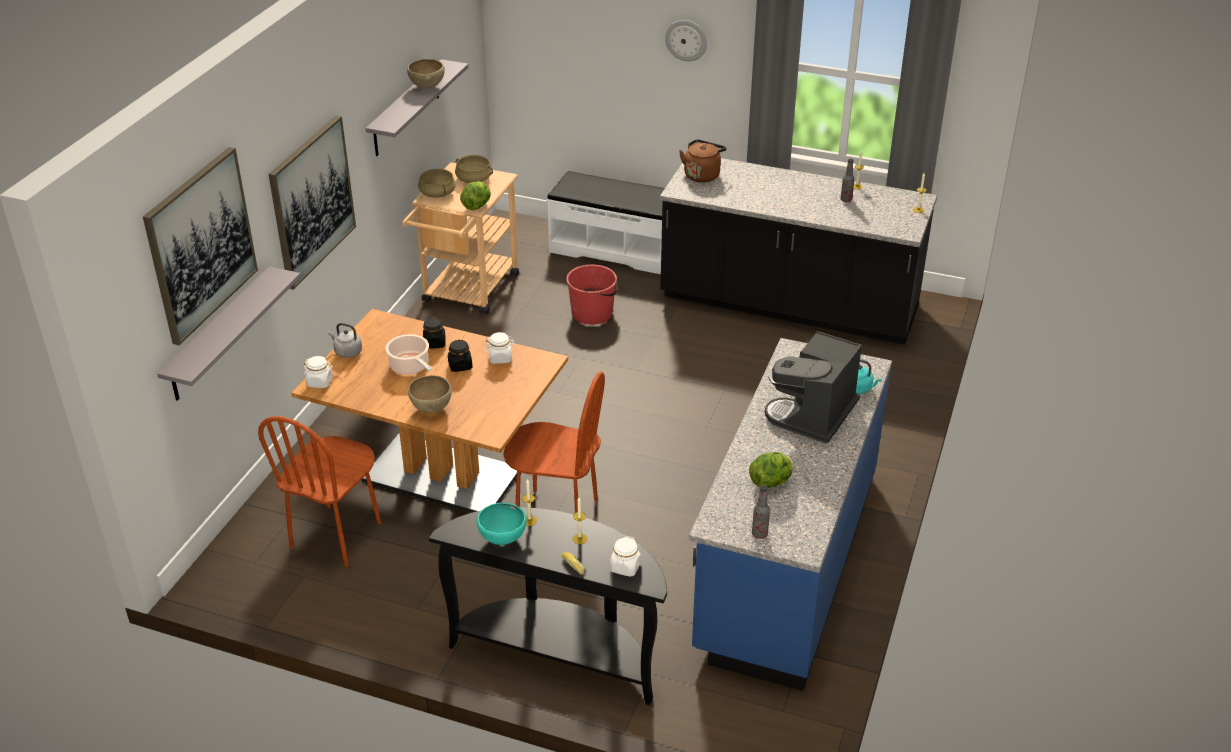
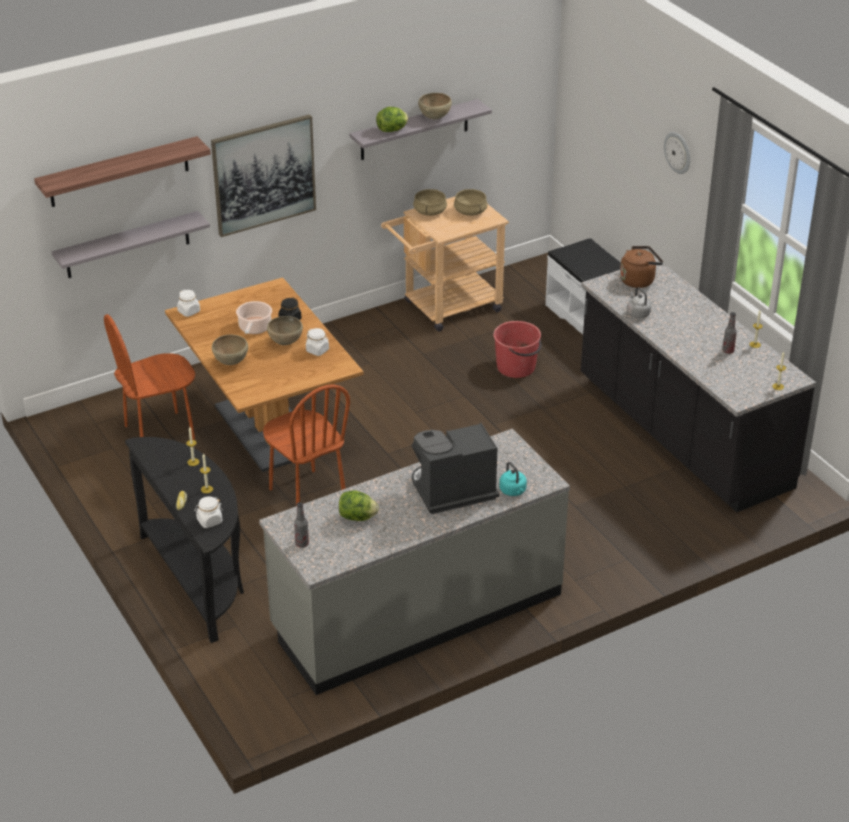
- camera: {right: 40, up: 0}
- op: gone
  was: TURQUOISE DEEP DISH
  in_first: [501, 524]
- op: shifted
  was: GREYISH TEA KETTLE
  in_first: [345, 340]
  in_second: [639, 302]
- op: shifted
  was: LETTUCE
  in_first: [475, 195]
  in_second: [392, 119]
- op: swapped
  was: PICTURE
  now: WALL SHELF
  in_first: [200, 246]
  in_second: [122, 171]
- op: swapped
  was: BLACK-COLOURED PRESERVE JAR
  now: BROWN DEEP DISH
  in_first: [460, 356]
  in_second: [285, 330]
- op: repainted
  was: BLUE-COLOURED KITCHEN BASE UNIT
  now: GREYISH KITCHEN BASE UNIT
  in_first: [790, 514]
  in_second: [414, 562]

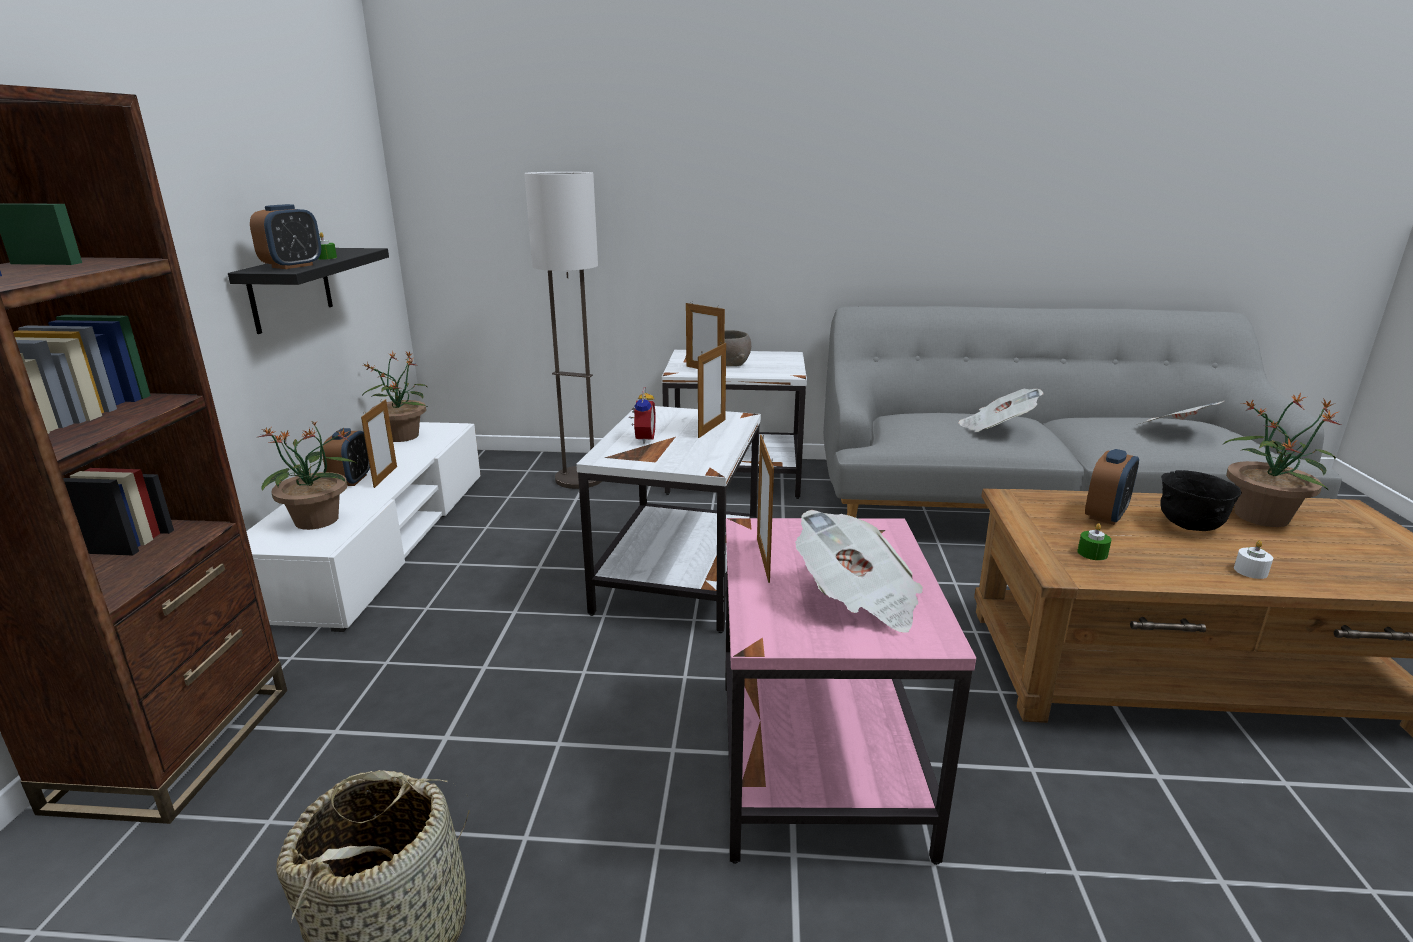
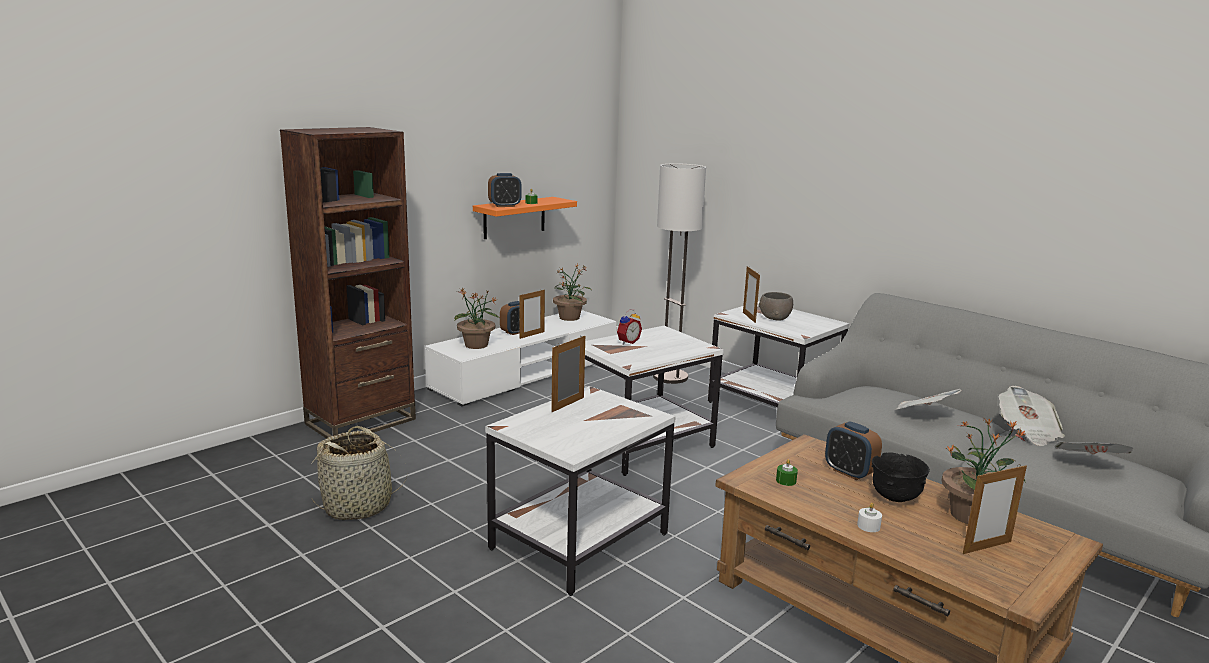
- camera: {right: 40, up: -5}
- op: shifted
  was: STANDING FRAME
  in_first: [712, 390]
  in_second: [995, 509]
- op: shifted
  was: PRINTED PAPER
  in_first: [859, 571]
  in_second: [1031, 416]
- op: repainted
  was: BLACK-COLOURED WALL SHELF
  now: ORANGEY WALL SHELF
  in_first: [308, 291]
  in_second: [525, 218]
- op: repainted
  was: PINKISH ACCENT TABLE
  now: WHITE ACCENT TABLE
  in_first: [850, 691]
  in_second: [580, 491]
- op: rotated
  was: BEDSIDE CLOCK
  in_first: [1112, 487]
  in_second: [853, 450]
  clockwise: 60

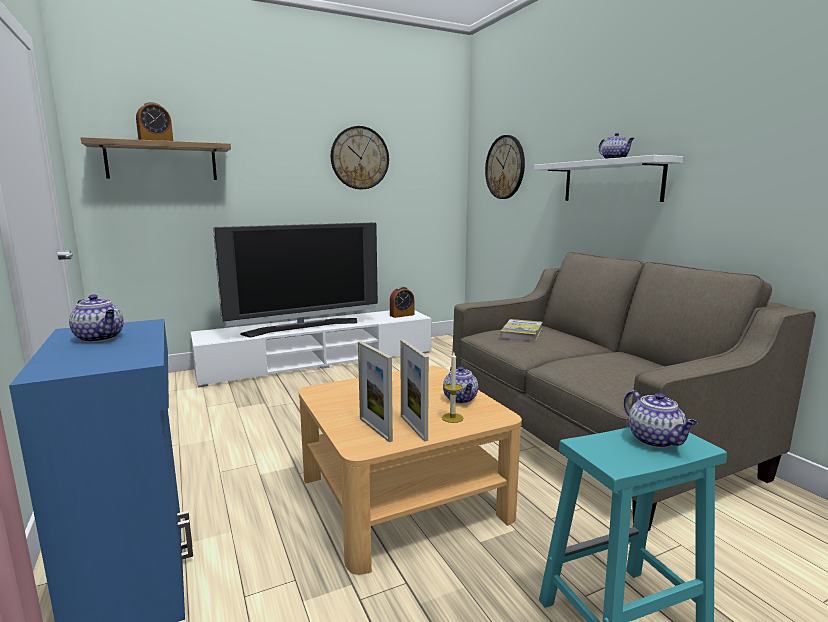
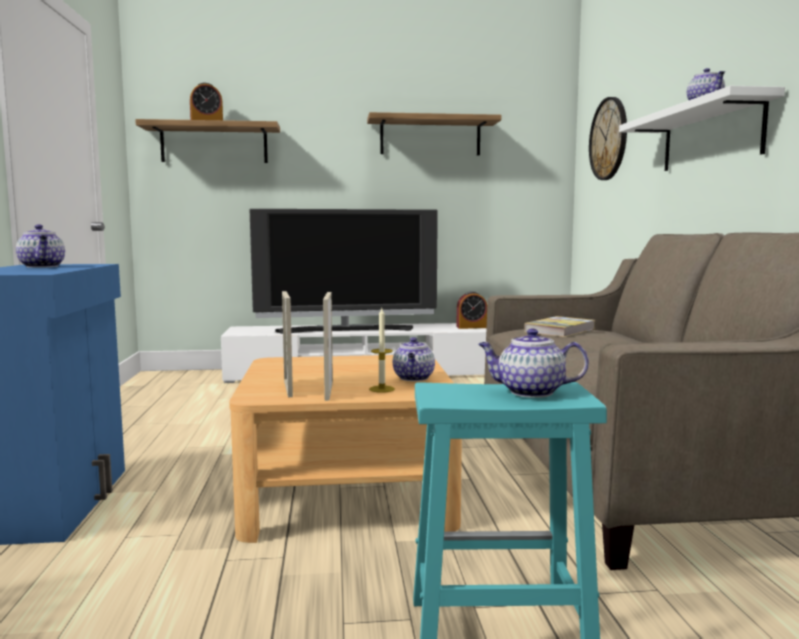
- camera: {right: 20, up: -5}
- op: swapped
  was: CLOCK ON THE WALL
  now: WALL SHELF
  in_first: [360, 157]
  in_second: [434, 133]
- op: rotated
  was: TEA POT
  in_first: [660, 419]
  in_second: [533, 363]
  clockwise: 105

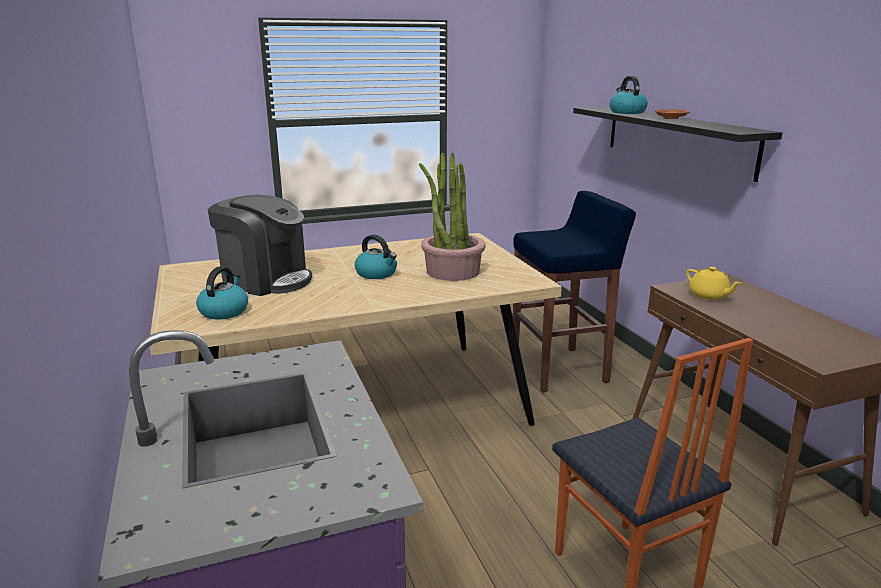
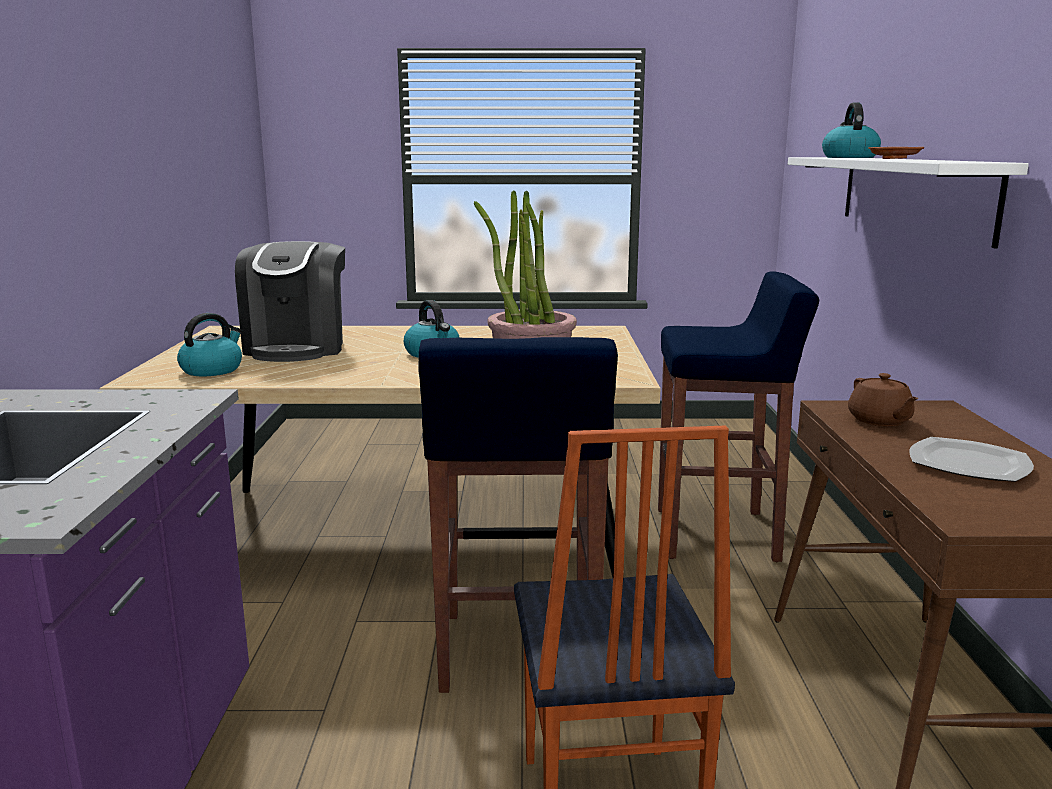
- camera: {right: 20, up: -5}
- op: new
  now: BLUE-COLOURED STOOL SEAT
  in_second: [518, 515]
- op: new
  now: FLAT DISH
  in_second: [971, 459]
- op: repainted
  was: BLACK-COLOURED WALL SHELF
  now: WHITE WALL SHELF
  in_first: [677, 144]
  in_second: [908, 203]
- op: repainted
  was: YELLOW TEA POT
  now: BROWN TEA POT
  in_first: [713, 283]
  in_second: [883, 399]
- op: rotated
  was: COFFEE BREWER
  in_first: [260, 245]
  in_second: [290, 301]
  clockwise: 45

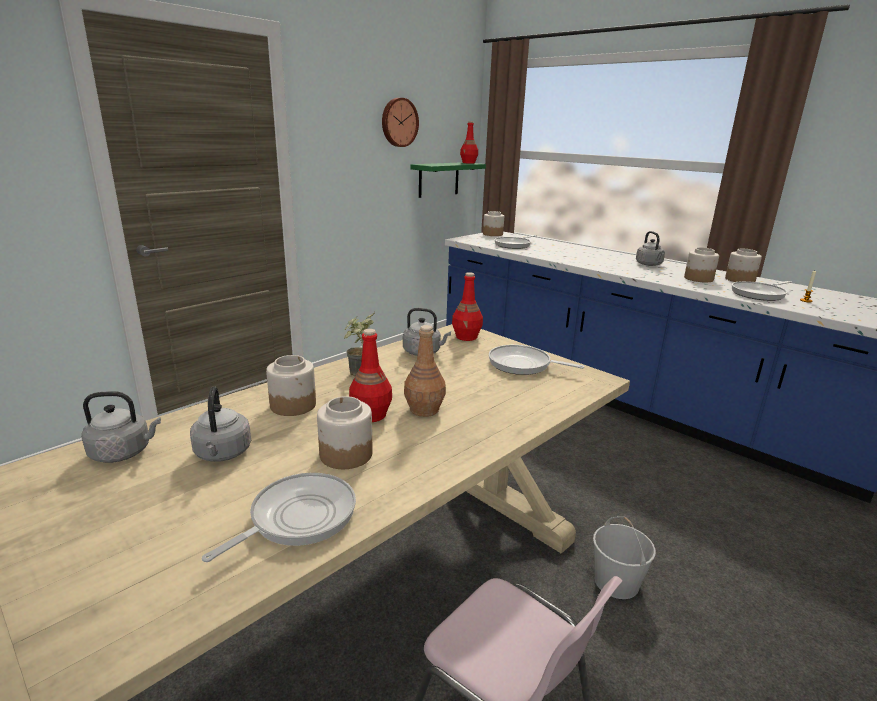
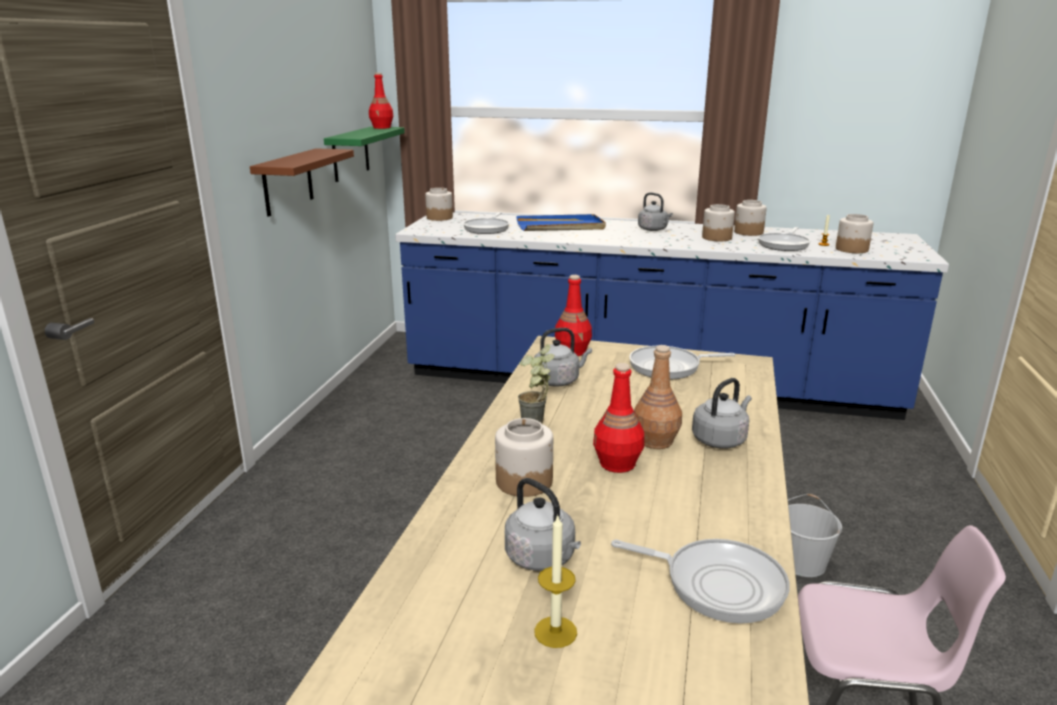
- camera: {right: -30, up: 0}
- op: gone
  was: CLOCK ON THE WALL
  in_first: [400, 122]
- op: new
  now: BROWN WALL SHELF
  in_second: [302, 182]
- op: new
  now: BLUE-COLOURED SERVING TRAY
  in_second: [561, 222]
- op: new
  now: CANDLE
  in_second: [555, 581]
- op: shifted
  was: GREYISH TEA KETTLE
  in_first: [121, 427]
  in_second: [722, 413]
- op: shifted
  was: PRESERVE JAR
  in_first: [345, 432]
  in_second: [854, 233]
- op: rotated
  was: PAN
  in_first: [279, 517]
  in_second: [700, 581]
  clockwise: 105

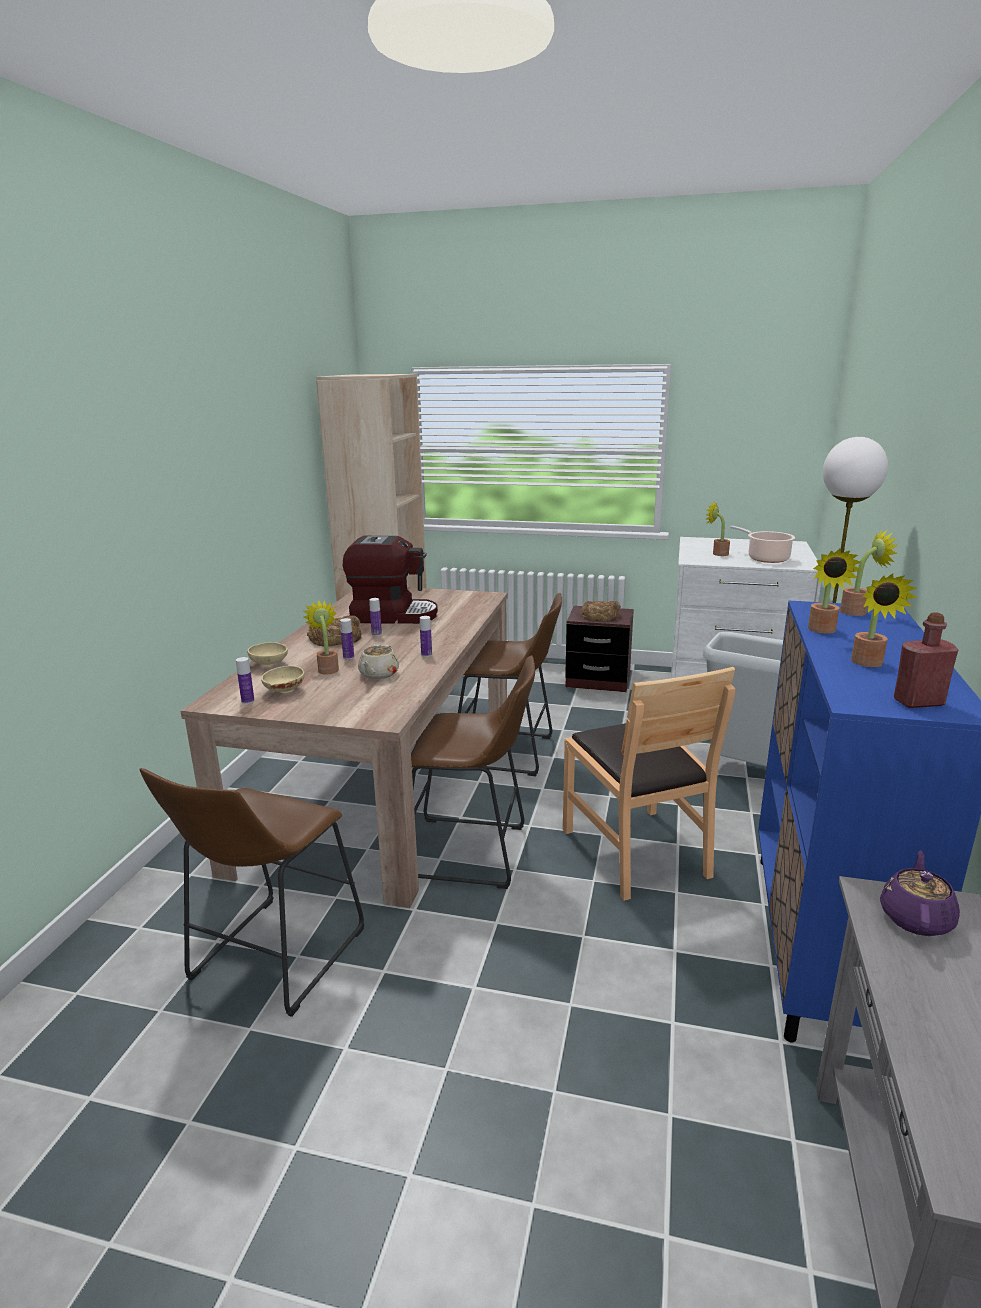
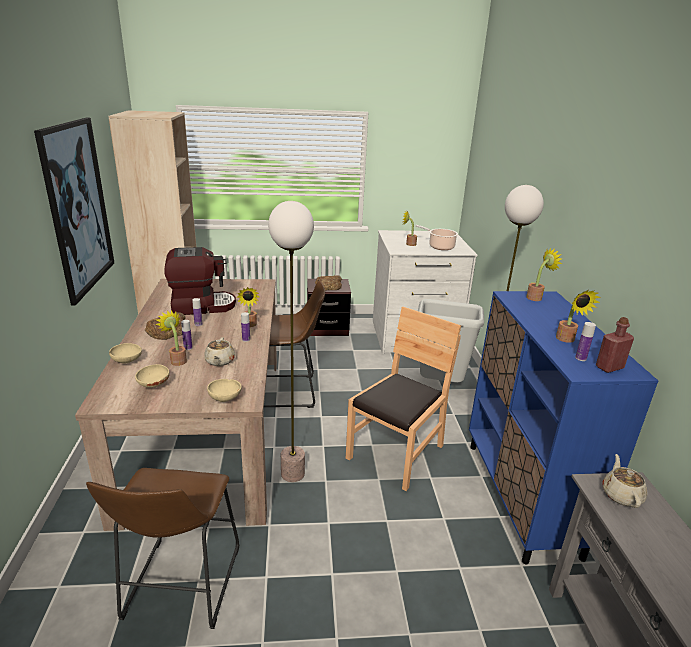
- camera: {right: -20, up: 5}
- op: new
  now: PICTURE
  in_second: [74, 211]
- op: new
  now: SAND-COLOURED DEEP DISH
  in_second: [224, 390]
- op: shifted
  was: BOTTLE
  in_first: [245, 680]
  in_second: [585, 341]
- op: shifted
  was: HOUSEPLANT
  in_first: [835, 591]
  in_second: [247, 307]
- op: swapped
  was: BROWN STOOL SEAT
  now: FLOOR LAMP
  in_first: [473, 772]
  in_second: [291, 341]
- op: repainted
  was: PURPLISH TEA POT
  now: SAND-COLOURED TEA POT
  in_first: [920, 893]
  in_second: [624, 481]
- op: rotated
  was: BROWN CHAIR
  in_first: [649, 784]
  in_second: [403, 398]
  clockwise: -105

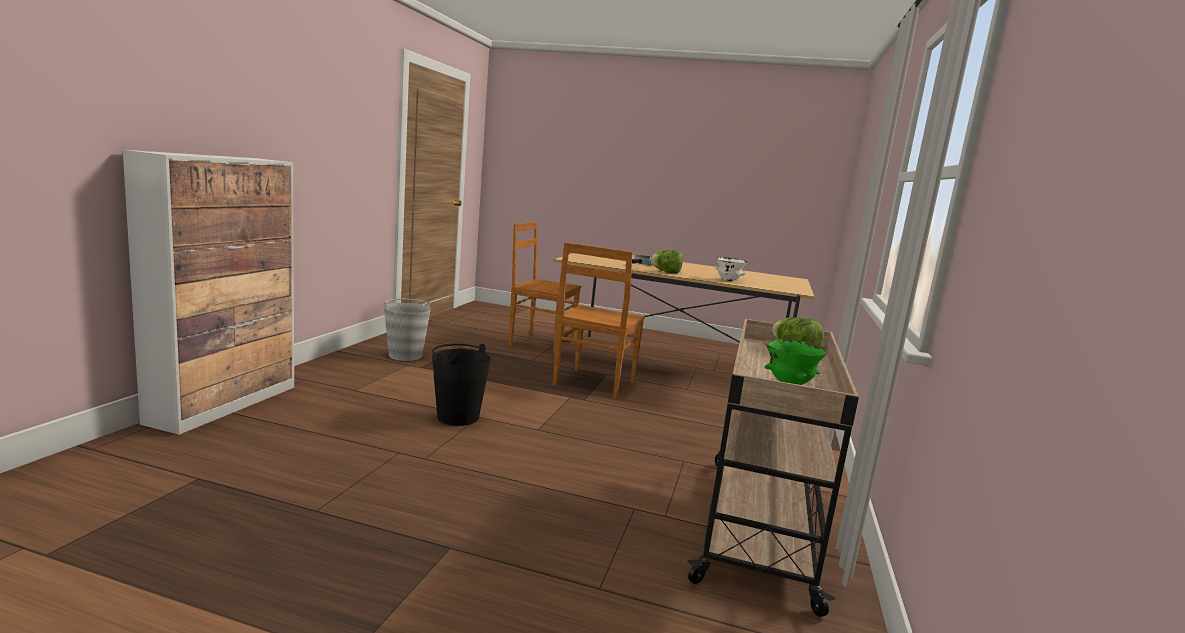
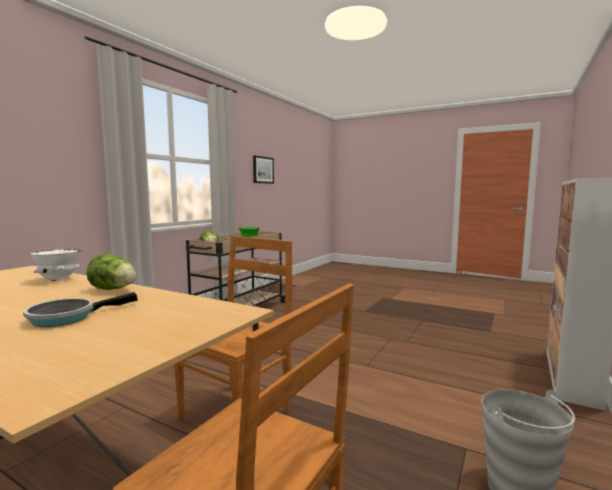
- camera: {right: -165, up: -5}
- op: gone
  was: BLACK-COLOURED WATER BUCKET
  in_first: [461, 385]
- op: new
  now: PICTURE
  in_second: [263, 170]

